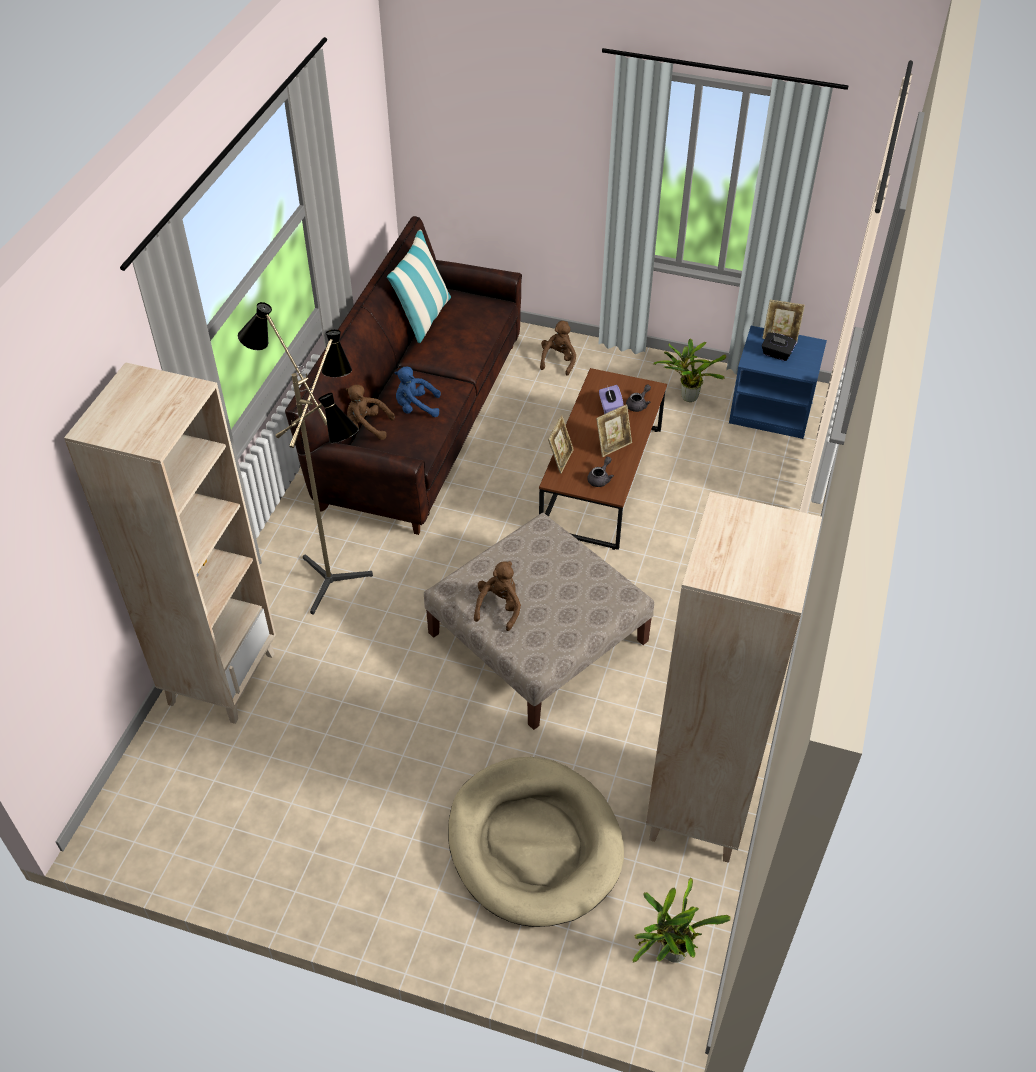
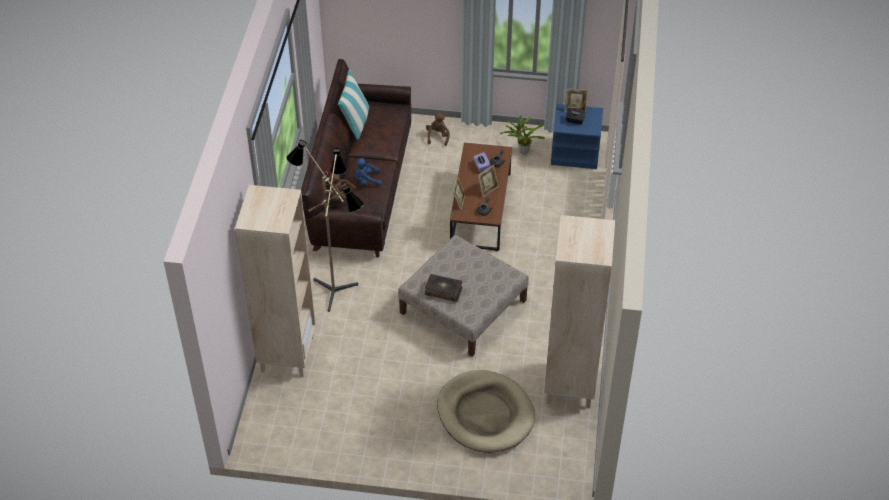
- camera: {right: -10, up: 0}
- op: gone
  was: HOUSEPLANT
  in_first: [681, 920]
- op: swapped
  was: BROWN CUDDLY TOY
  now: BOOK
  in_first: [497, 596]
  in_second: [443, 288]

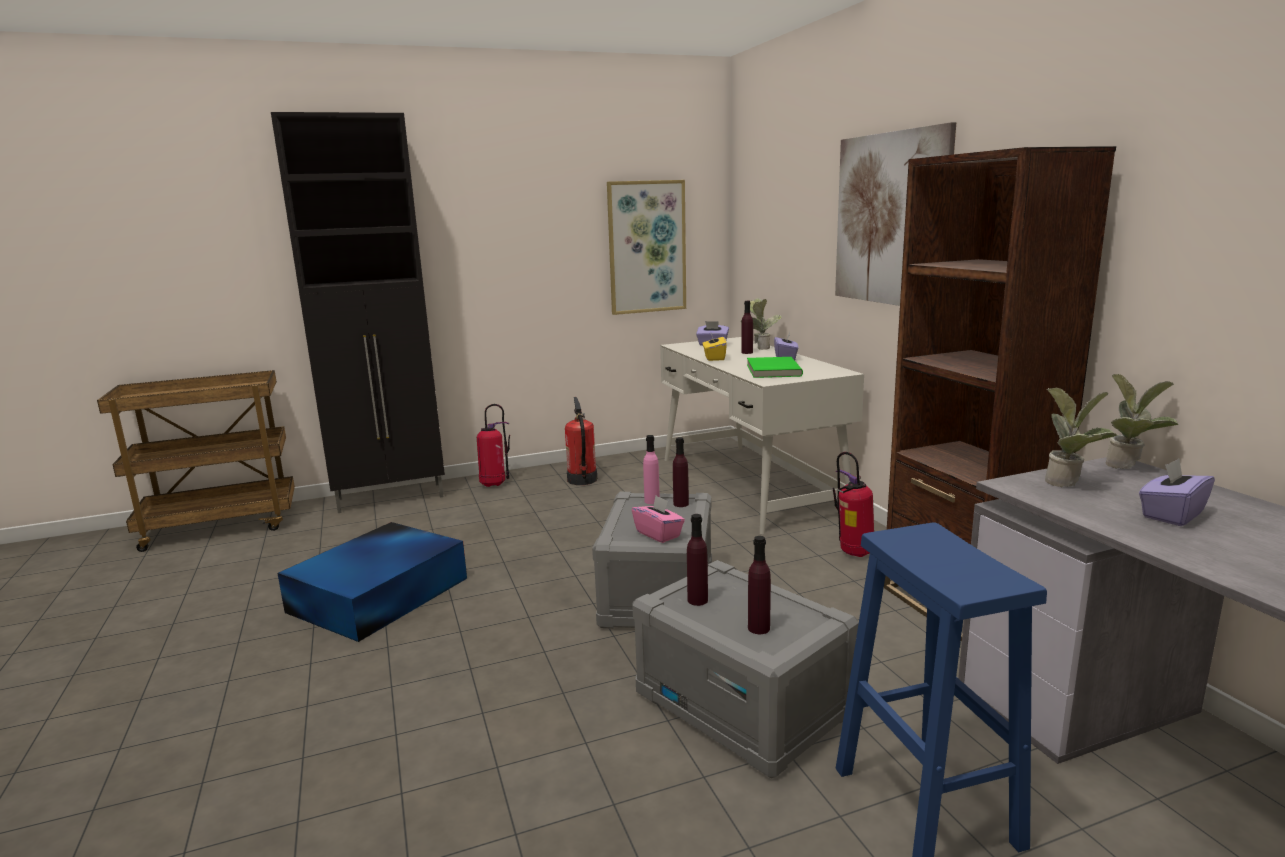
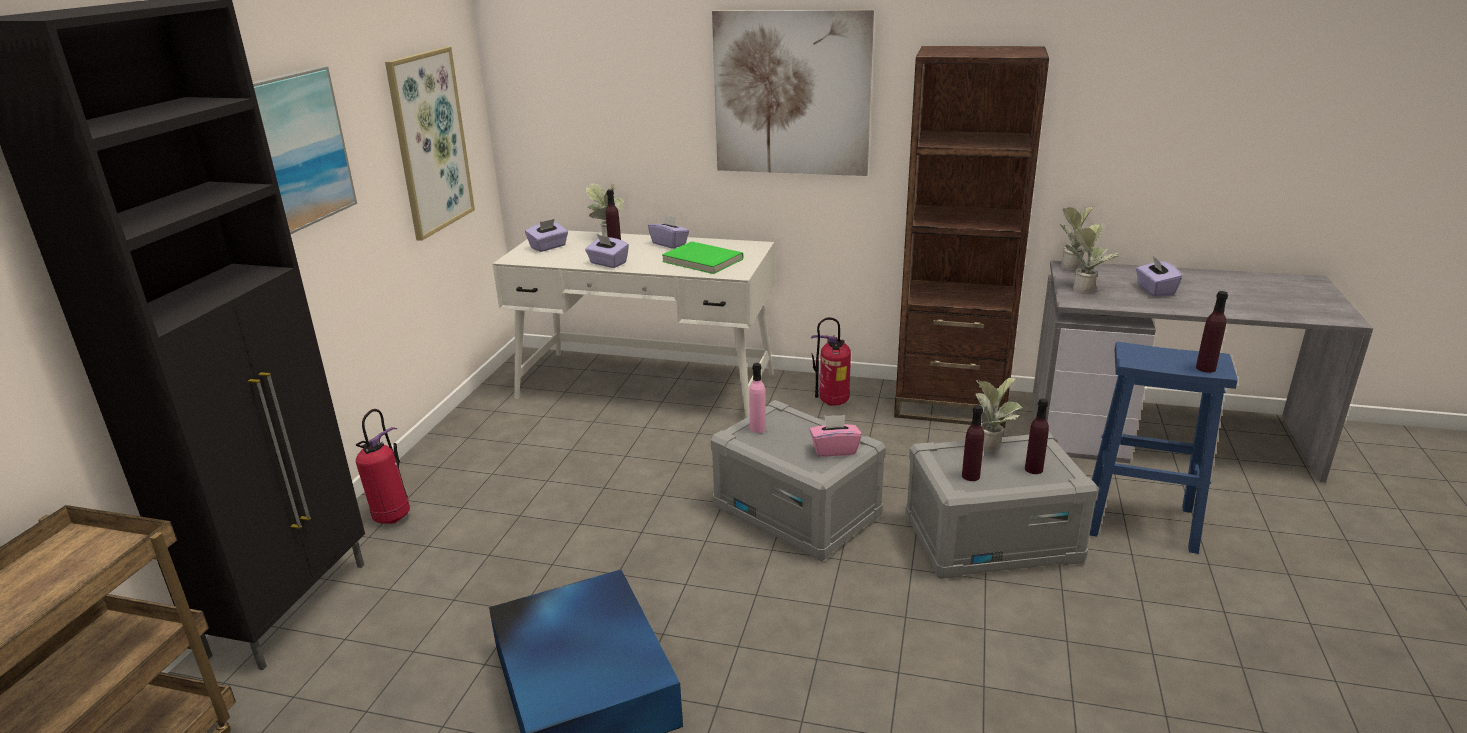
- camera: {right: -55, up: 10}
- op: gone
  was: FIRE-FIGHTING CYLINDER
  in_first: [581, 441]
- op: new
  now: PICTURE
  in_second: [305, 150]
- op: new
  now: HOUSEPLANT
  in_second: [999, 414]
- op: shifted
  was: PURPLISH BOTTLE
  in_first: [681, 472]
  in_second: [1212, 332]
- op: repainted
  was: YELLOW TISSUE HOLDER
  now: PURPLISH TISSUE HOLDER
  in_first: [714, 347]
  in_second: [607, 251]

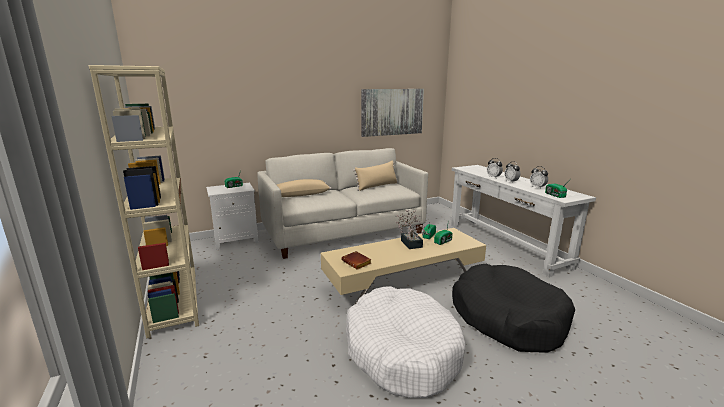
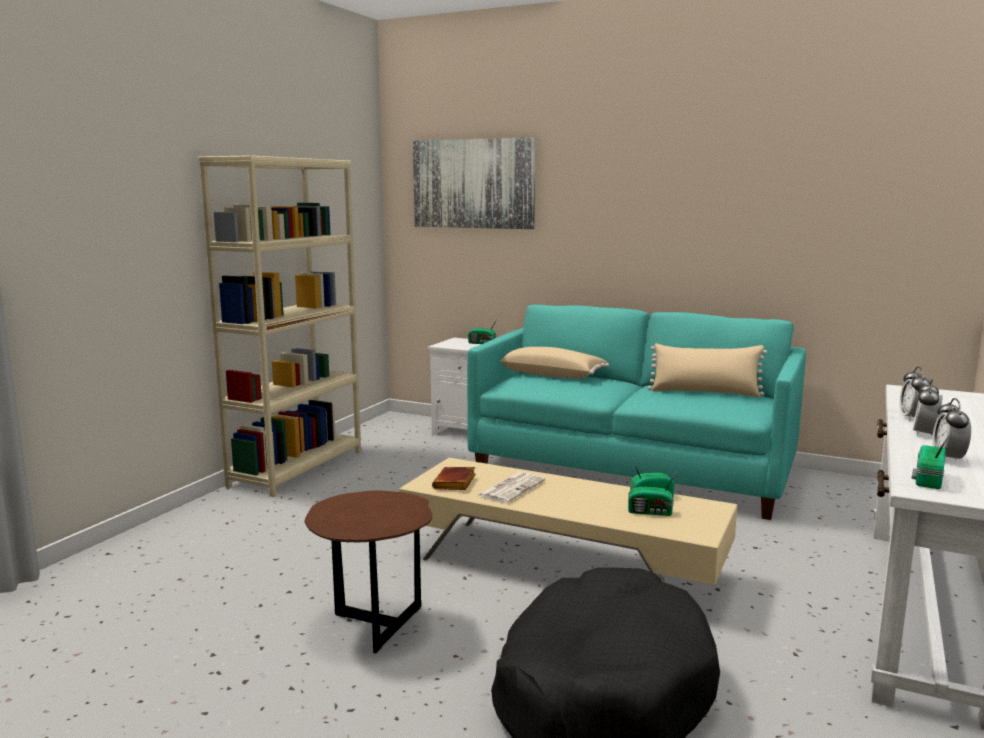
- camera: {right: 50, up: -5}
- op: gone
  was: HOUSEPLANT
  in_first: [411, 229]
- op: new
  now: PRINTED PAPER
  in_second: [511, 487]
- op: shifted
  was: PICTURE
  in_first: [392, 113]
  in_second: [474, 183]
- op: swapped
  was: WHITE DOG BED
  now: BROWN ACCENT TABLE
  in_first: [406, 342]
  in_second: [368, 571]
- op: repainted
  was: WHITE SOFA
  now: TURQUOISE SOFA
  in_first: [342, 203]
  in_second: [636, 412]

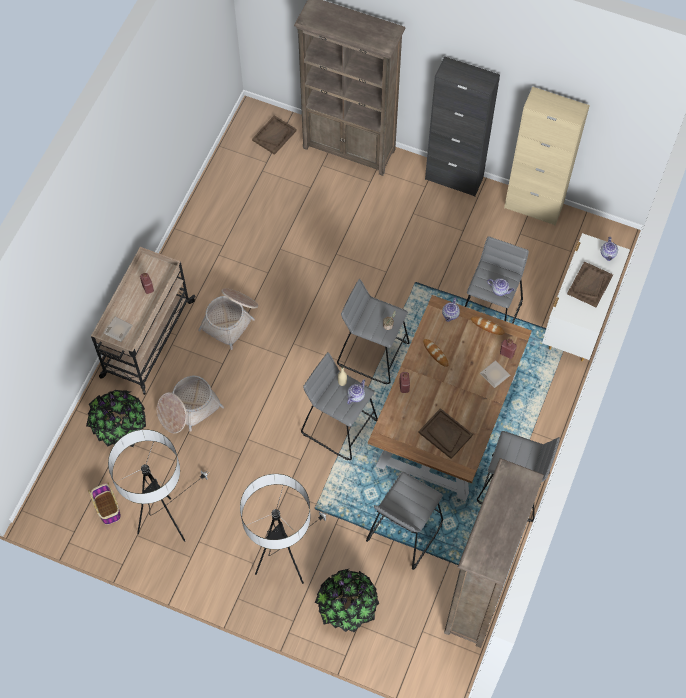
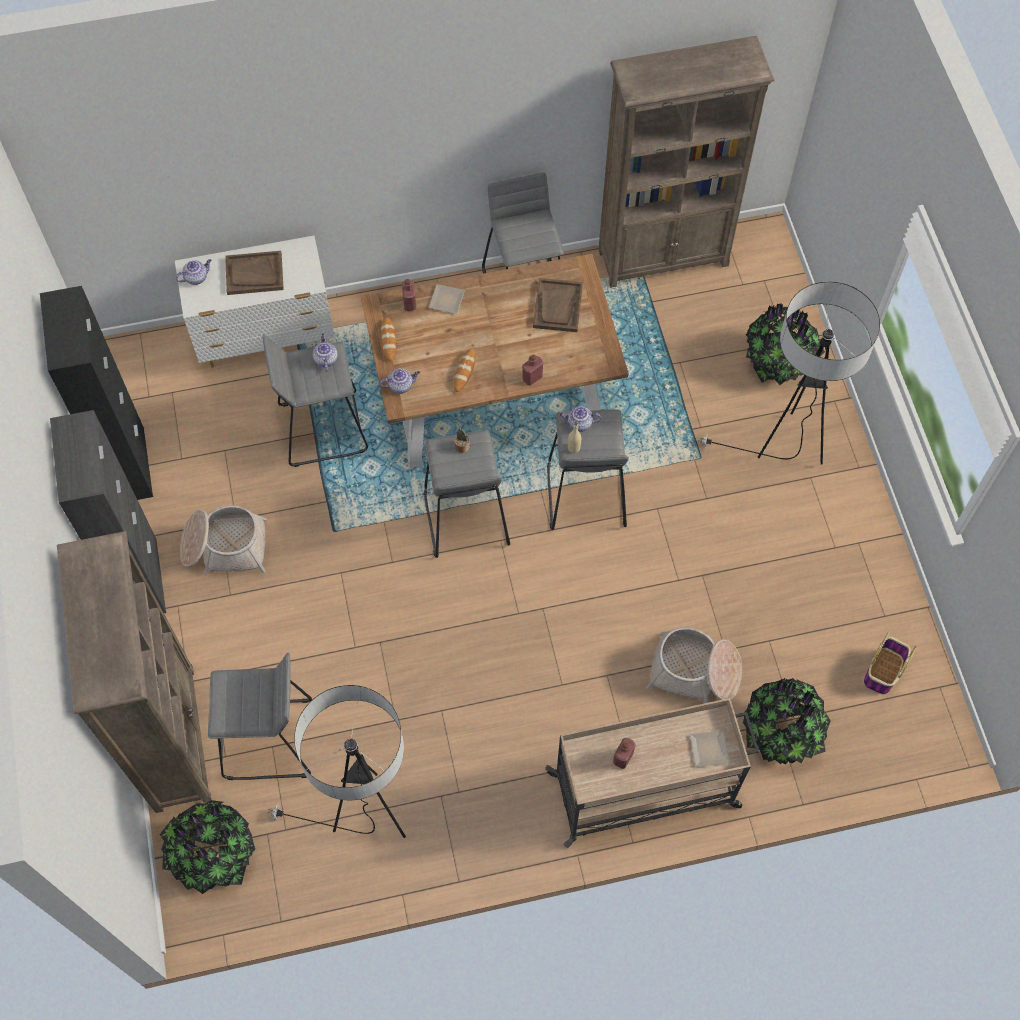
- camera: {right: -125, up: 0}
- op: shifted
  was: FLOOR LAMP
  in_first: [158, 485]
  in_second: [336, 761]
- op: shifted
  was: HOUSEHOLD BASKET
  in_first: [228, 319]
  in_second: [223, 540]
- op: shifted
  was: GREYISH STOOL SEAT
  in_first: [404, 520]
  in_second: [260, 716]
- op: swapped
  was: BROWN SERVING TRAY
  now: HOUSEPLANT
  in_first: [274, 135]
  in_second: [207, 847]
- op: repainted
  was: SAND-COLOURED CUPBOARD
  now: BLACK-COLOURED CUPBOARD
  in_first: [547, 156]
  in_second: [96, 393]

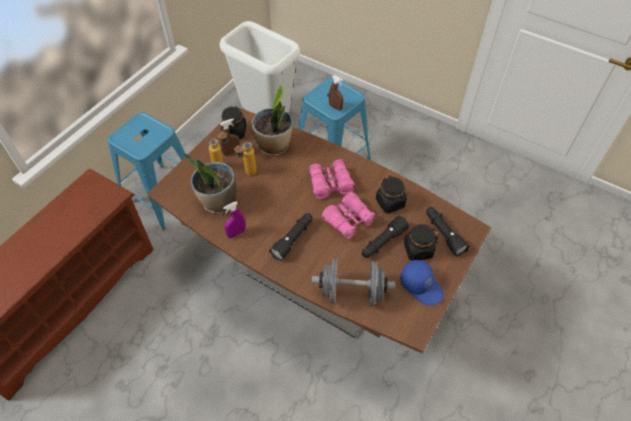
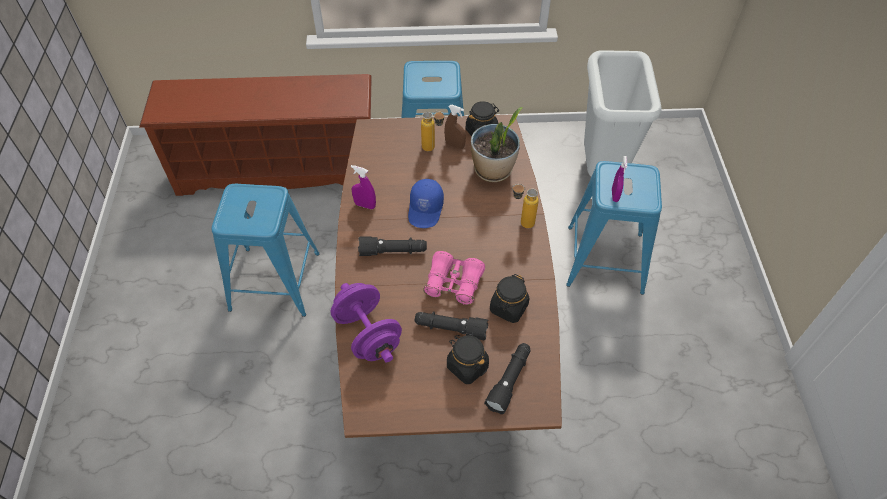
- camera: {right: 55, up: 0}
- op: gone
  was: HOUSEPLANT
  in_first: [210, 183]
- op: gone
  was: PINKISH BINOCULARS
  in_first: [331, 179]
- op: new
  now: BLUE-COLOURED STOOL SEAT
  in_second: [266, 250]
- op: shifted
  was: BOTTLE
  in_first: [245, 158]
  in_second: [525, 206]
- op: shifted
  was: BLUE-COLOURED BASEBALL CAP
  in_first: [422, 282]
  in_second: [426, 203]
- op: repainted
  was: GREYISH DUMBBELL
  now: PURPLISH DUMBBELL
  in_first: [353, 283]
  in_second: [366, 323]
- op: repainted
  was: BROWN SPRAY BOTTLE
  now: PURPLISH SPRAY BOTTLE
  in_first: [336, 93]
  in_second: [619, 179]

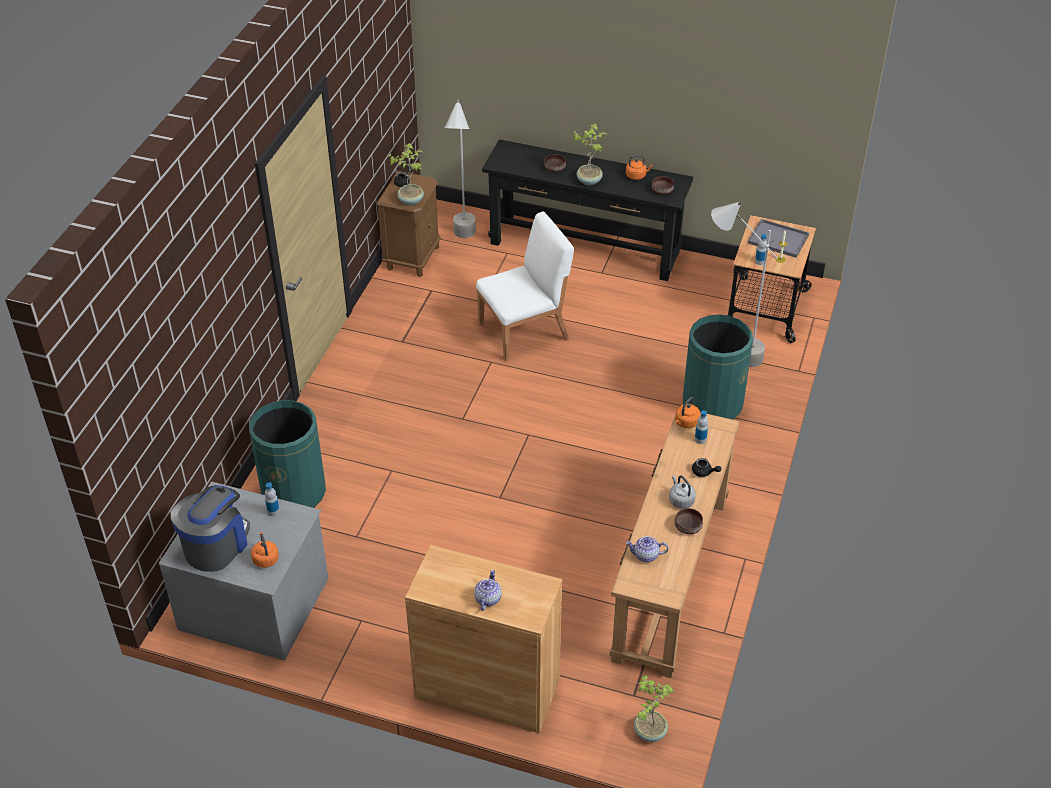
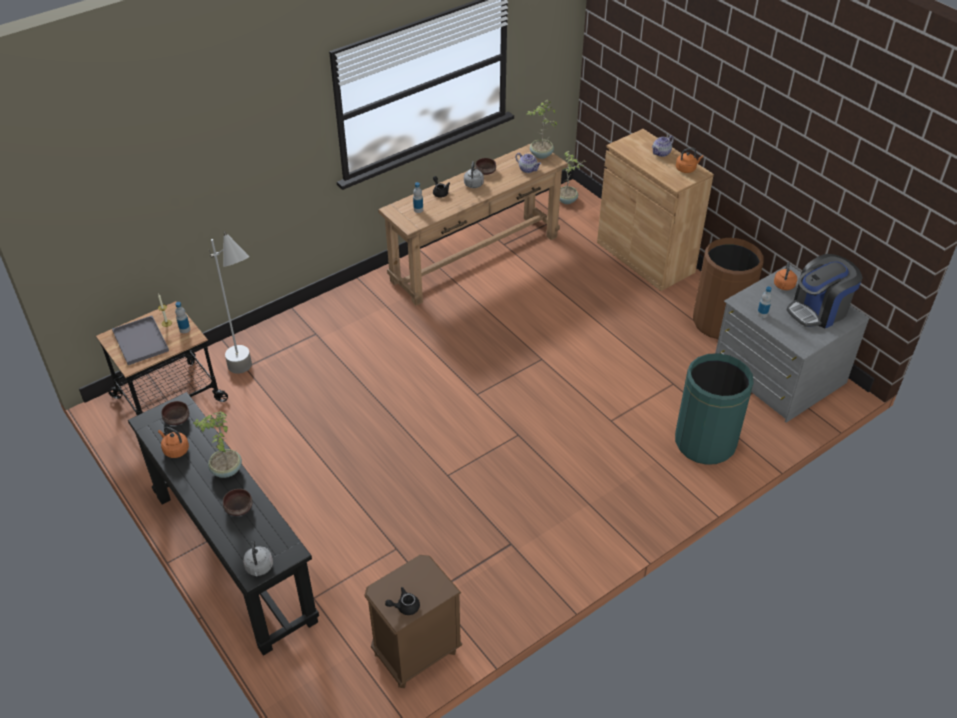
- camera: {right: -145, up: 0}
- op: gone
  was: GREYISH FLOOR LAMP
  in_first: [460, 168]
- op: gone
  was: WHITE CHAIR
  in_first: [525, 286]
- op: gone
  was: GREENISH RUBBISH BIN
  in_first: [718, 367]
- op: new
  now: GREYISH TEA KETTLE
  in_second: [258, 558]
- op: new
  now: BROWN RUBBISH BIN
  in_second: [728, 288]
- op: shifted
  was: HOUSEPLANT
  in_first: [405, 174]
  in_second: [542, 129]
- op: shifted
  was: ORANGEY TEA KETTLE
  in_first: [688, 412]
  in_second: [689, 160]

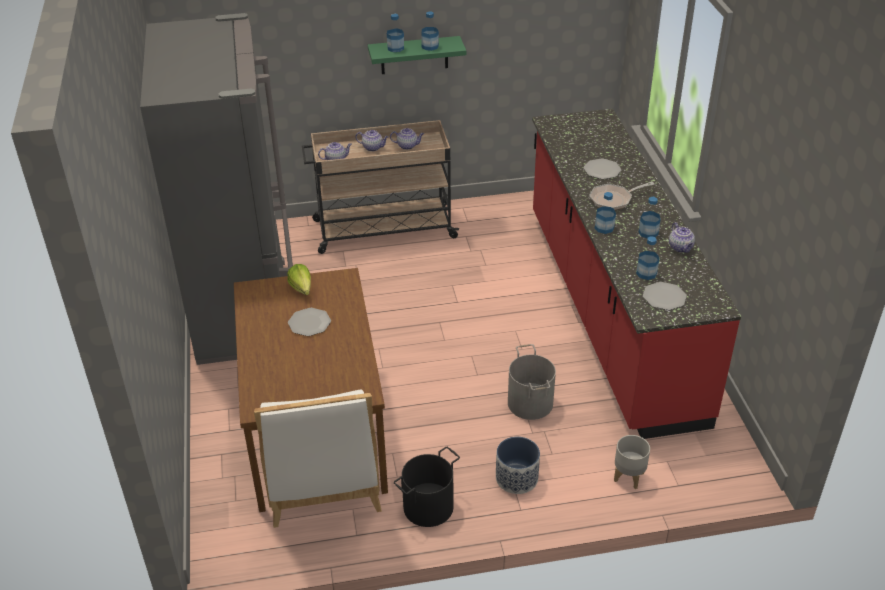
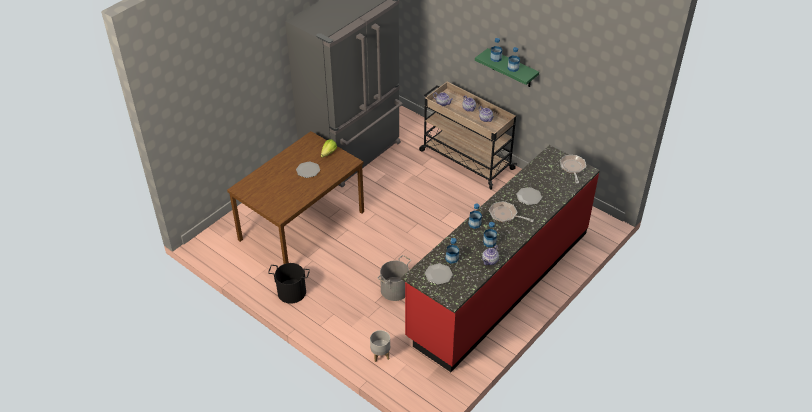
- camera: {right: 50, up: 5}
- op: gone
  was: WHITE CHAIR
  in_first: [318, 458]
- op: gone
  was: FLOWER POT
  in_first: [518, 465]
- op: new
  now: PAN
  in_second: [573, 169]

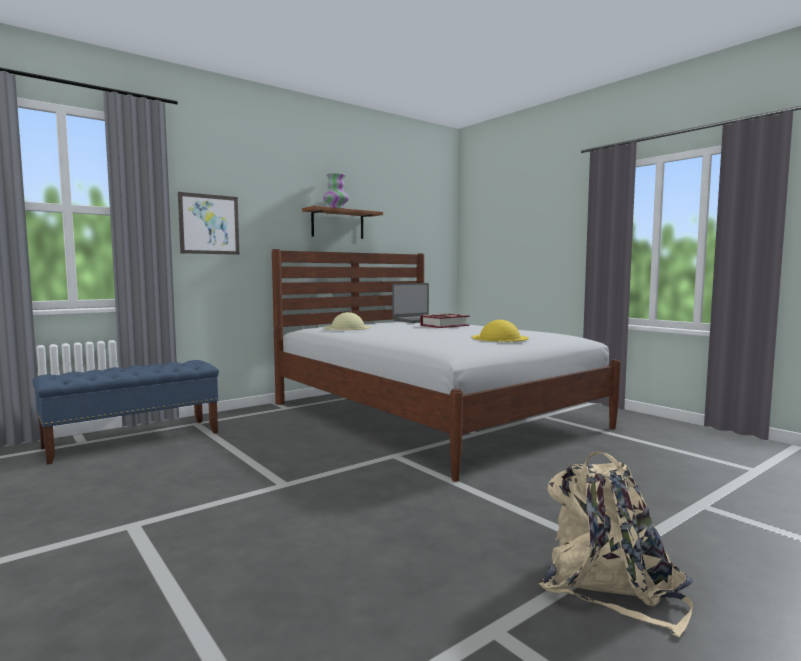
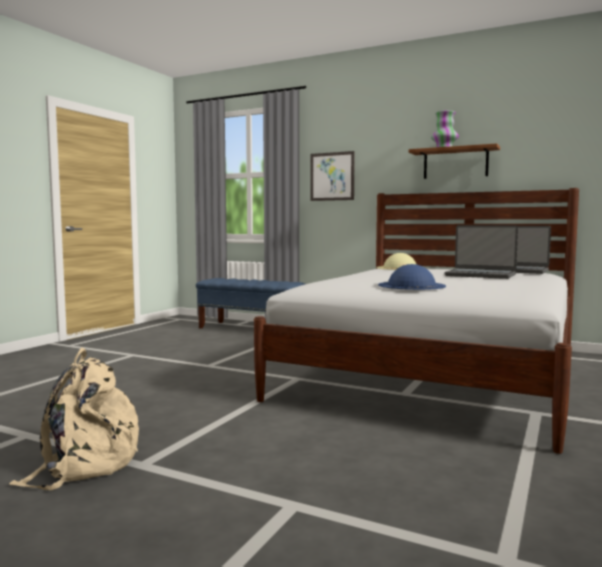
- camera: {right: 65, up: 0}
- op: swapped
  was: BOOK
  now: LAPTOP
  in_first: [445, 321]
  in_second: [481, 252]
- op: repainted
  was: YELLOW CLOTHING HAT
  now: BLUE-COLOURED CLOTHING HAT
  in_first: [500, 331]
  in_second: [412, 277]

